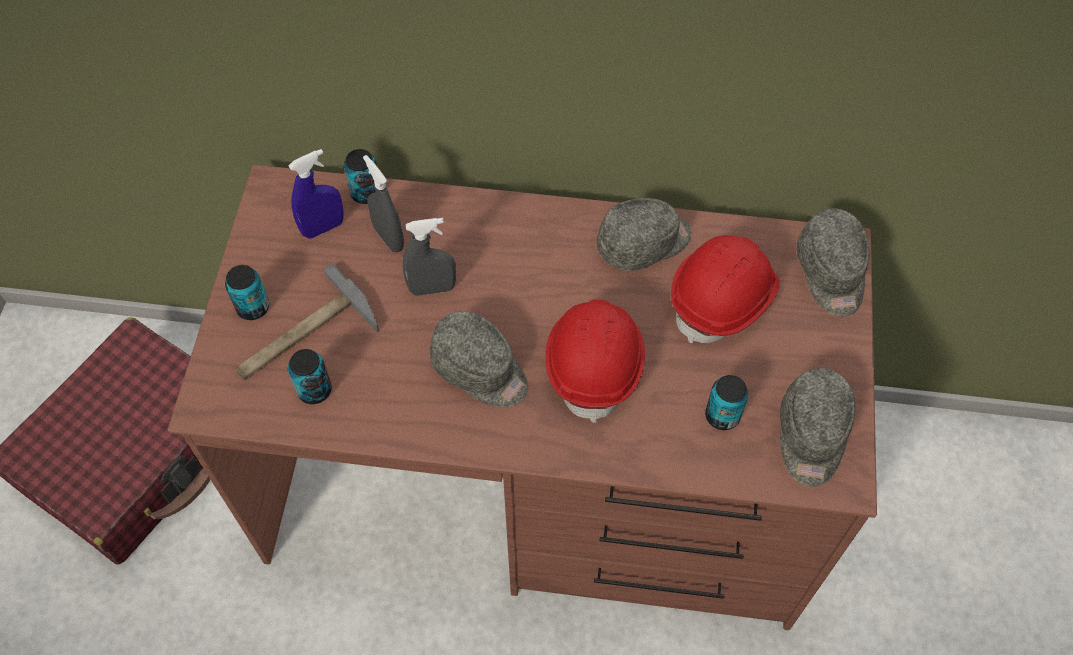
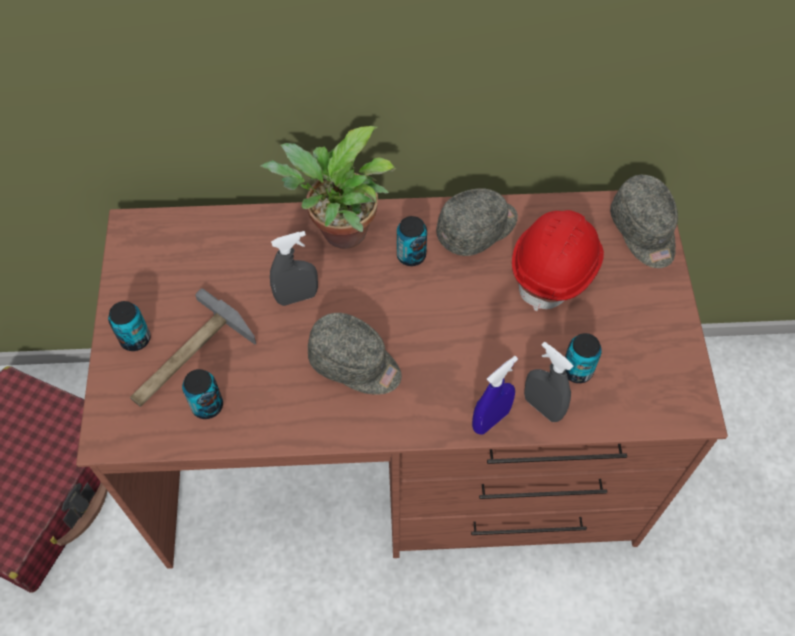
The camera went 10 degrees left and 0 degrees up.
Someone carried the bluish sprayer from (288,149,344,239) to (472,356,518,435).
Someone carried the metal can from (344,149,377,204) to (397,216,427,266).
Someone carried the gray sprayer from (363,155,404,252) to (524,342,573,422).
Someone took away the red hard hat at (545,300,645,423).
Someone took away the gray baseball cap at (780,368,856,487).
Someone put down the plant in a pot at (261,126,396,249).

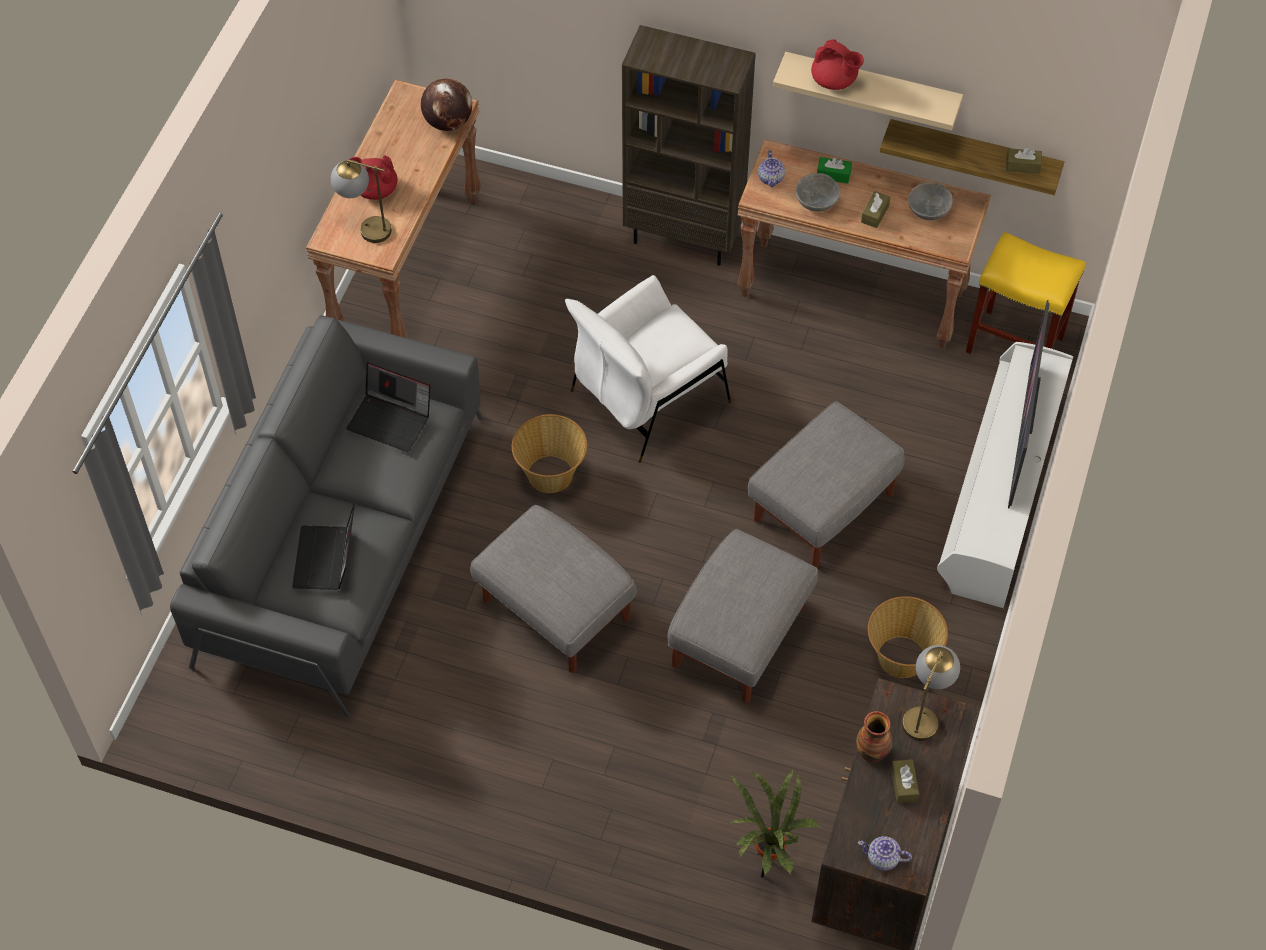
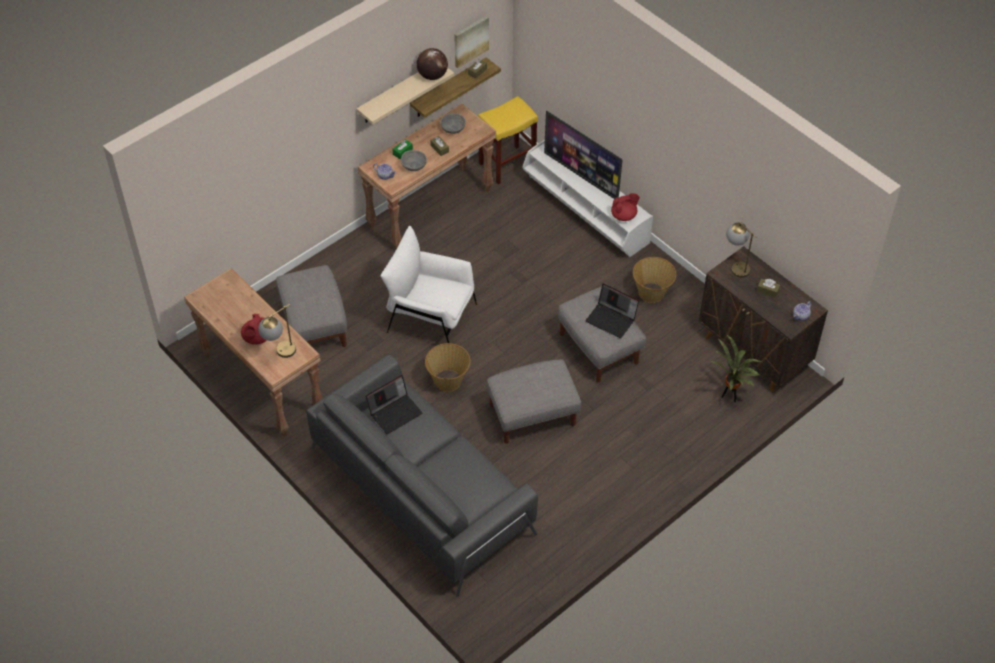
The camera went 60 degrees left and 5 degrees down.
Someone took away the brown-coloured bookshelf at (622,25,756,266).
Someone carried the red tea pot from (811,40,864,90) to (611,193,640,221).
Someone carried the globe from (421,78,473,131) to (417,48,448,80).
Someone rotated the white-coloured easy chair at (565,275,731,463) by 120 degrees clockwise.
Someone carried the gray pouffe from (748,401,905,567) to (276,265,347,347).
Someone carried the laptop from (292,504,355,590) to (585,284,639,338).
Someone took away the flower vase at (856,711,892,762).
Someone put up the wall art at (454,16,489,68).

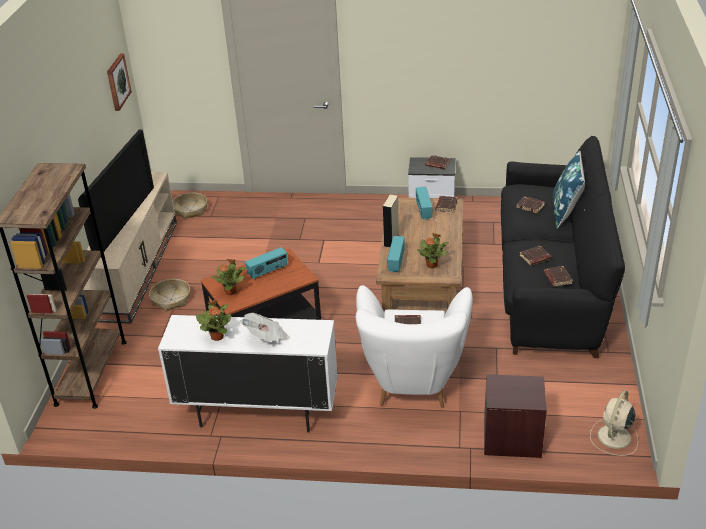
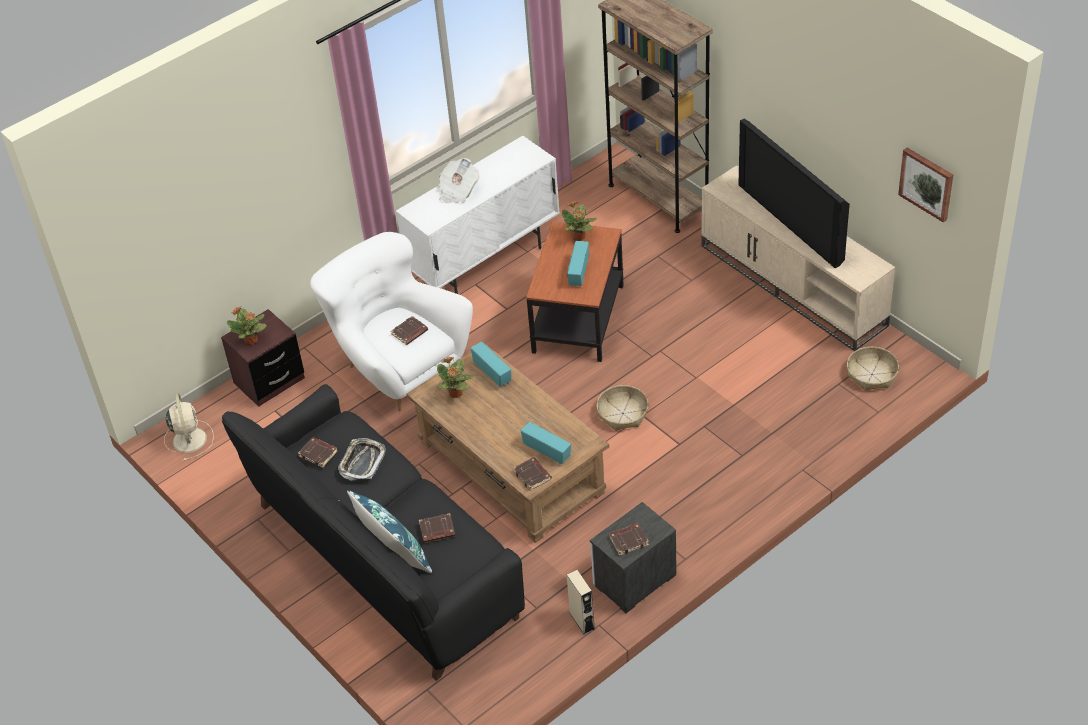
The camera went 135 degrees right and 10 degrees up.
Someone carried the beige-coloured speaker from (383,195,399,247) to (566,570,595,635).
Someone swapped the brown-coloured volume at (519,246,552,266) for the tray at (338,438,386,481).
Someone carried the household basket from (149,279,190,311) to (597,385,649,431).
Someone carried the plant in a pot from (196,300,231,341) to (227,306,267,345).

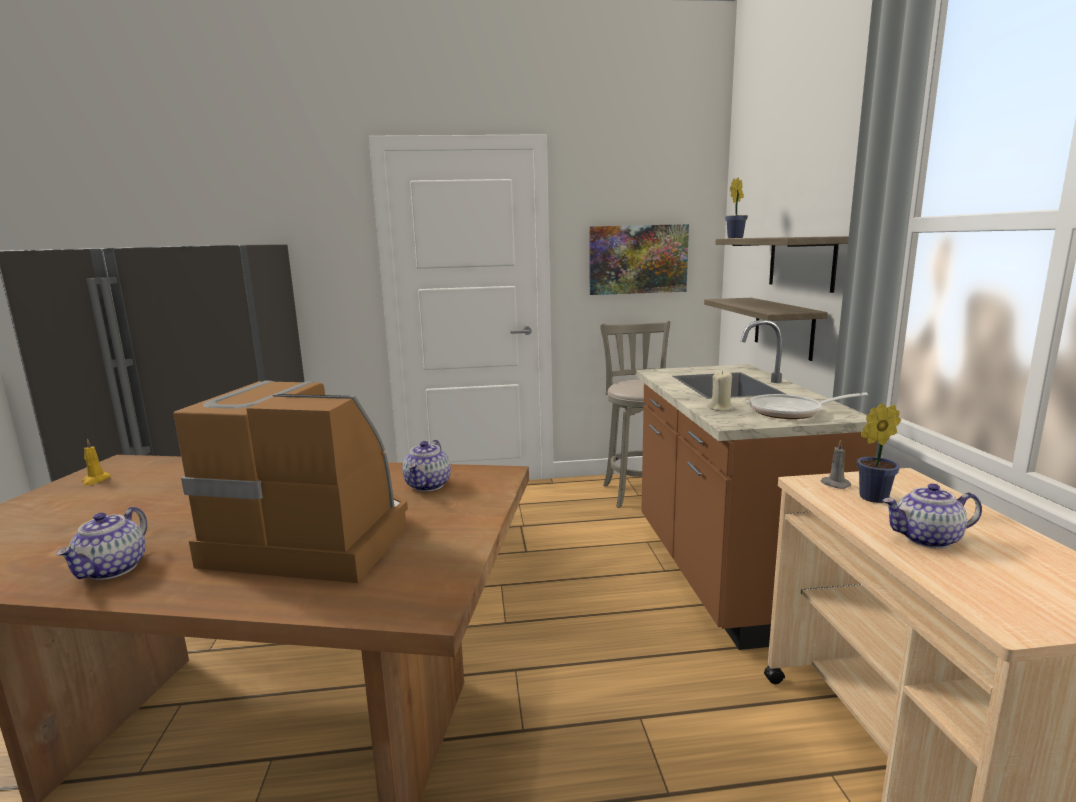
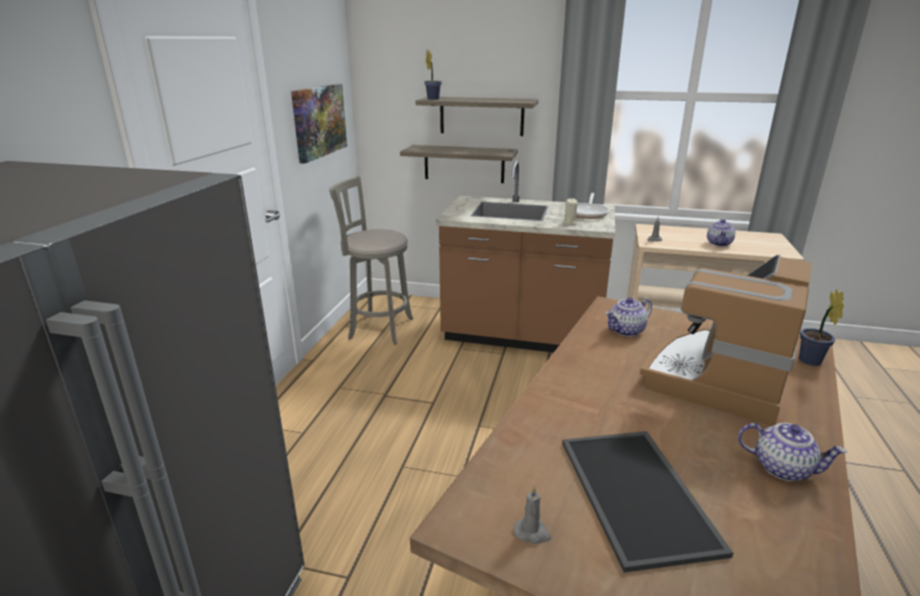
The camera went 70 degrees left and 10 degrees up.
Someone carried the plant in a pot from (857,403,901,503) to (799,289,844,366).
Someone repainted the yellow wax candle at (82,439,111,485), which became the gray wax candle at (513,485,551,544).
Someone rotated the tea pot at (402,440,451,491) by 120 degrees clockwise.
Someone put down the tray at (562,431,733,573).

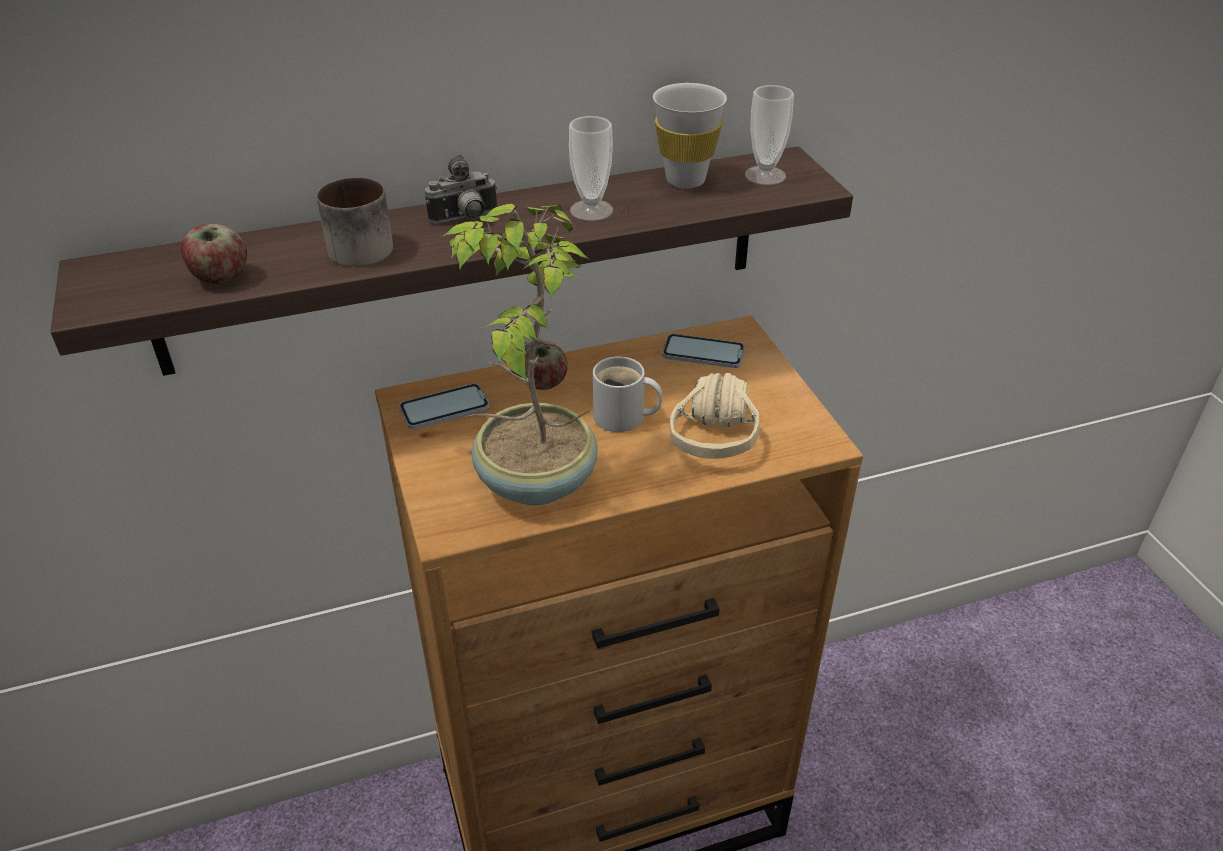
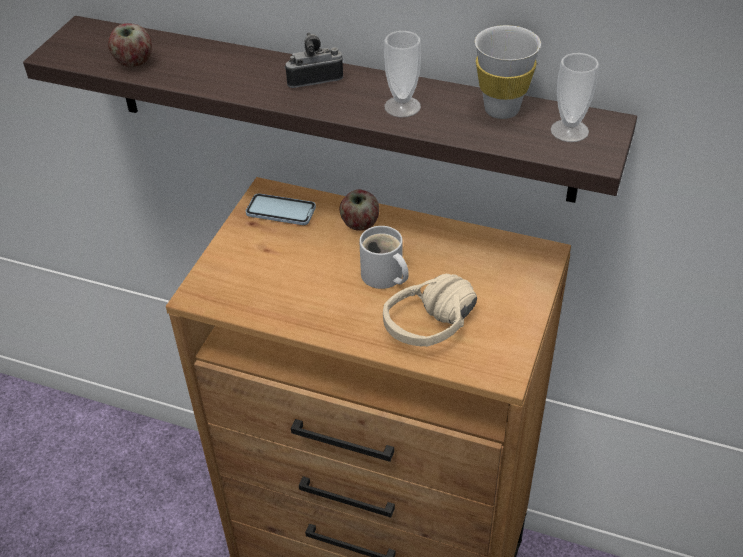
The camera went 40 degrees right and 5 degrees up.
Someone rotated the still camera at (425,155,497,223) by 150 degrees clockwise.
Someone took away the mug at (317,177,393,267).
Someone took away the plant in a pot at (441,204,598,505).
Someone took away the telephone at (662,334,745,368).

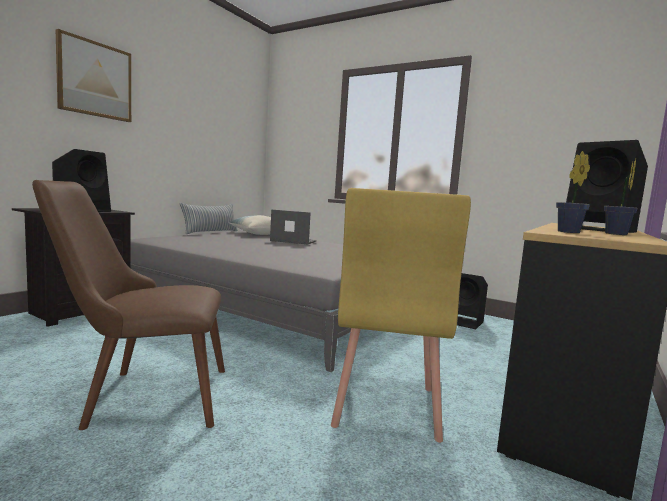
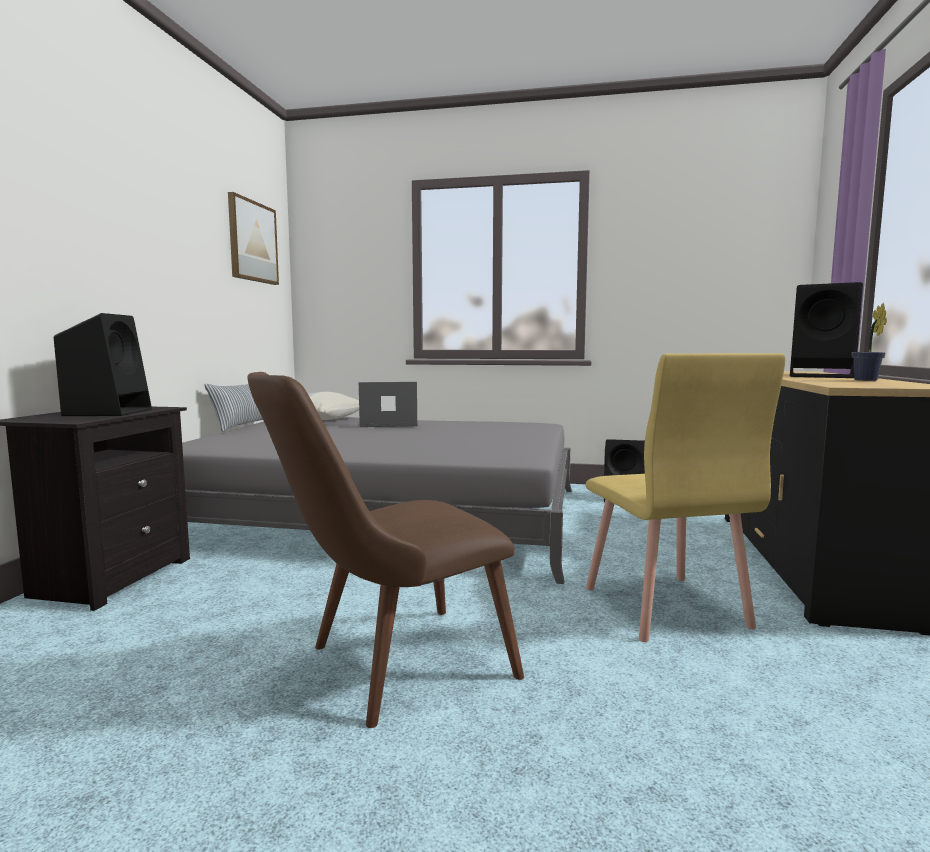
The camera went 20 degrees left and 0 degrees up.
Someone carried the wall art from (56,29,131,122) to (228,192,279,285).
Someone took away the plant in a pot at (556,151,590,233).

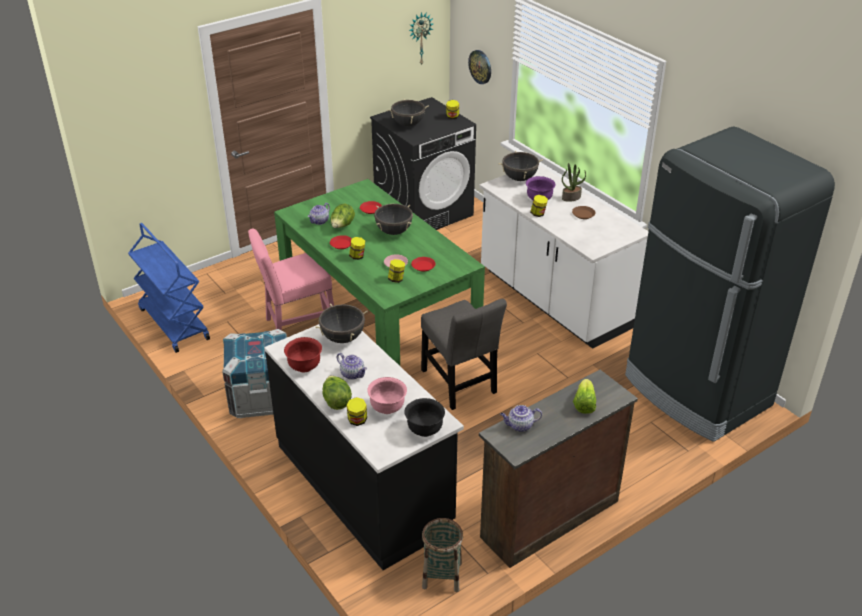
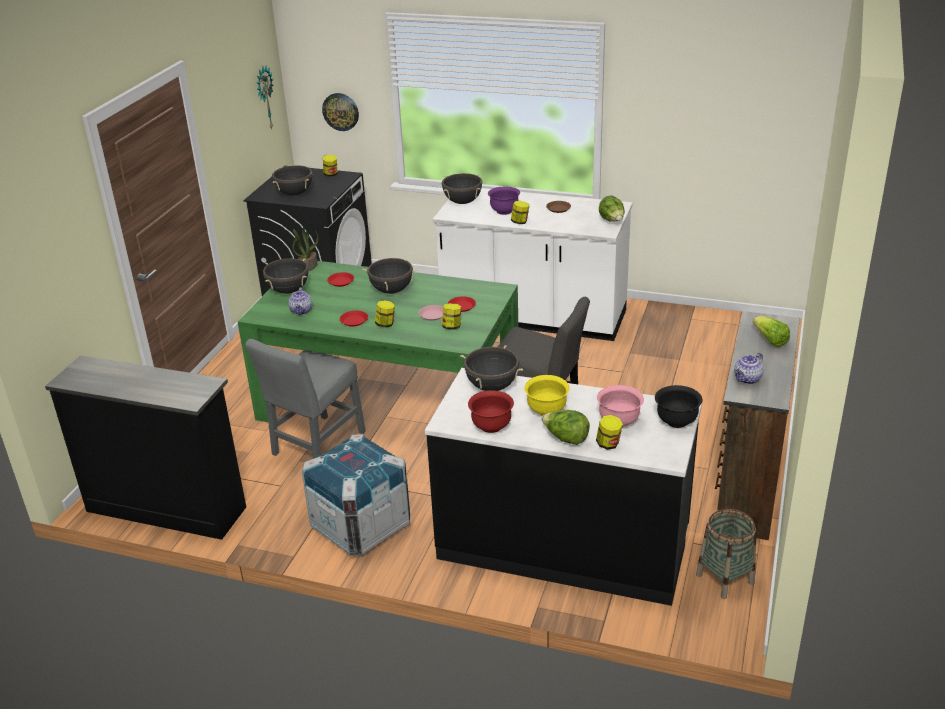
The camera went 35 degrees left and 5 degrees down.
Someone took away the blackish refrigerator at (625,126,835,442).
Someone carried the plant in a pot from (562,163,586,202) to (292,227,318,271).
Someone carried the head of lettuce from (331,204,355,228) to (599,196,625,222).
Someone swapped the bluish cart at (128,223,210,353) for the blackish drawer chest at (45,355,246,540).
Someone repainted the pink upright chair at (248,228,334,330), which became the gray upright chair at (245,339,366,459).
Someone swapped the tea pot at (337,353,367,380) for the yellow serving bowl at (524,375,569,416).
Someone put down the blackish stockpot at (263,258,309,294).

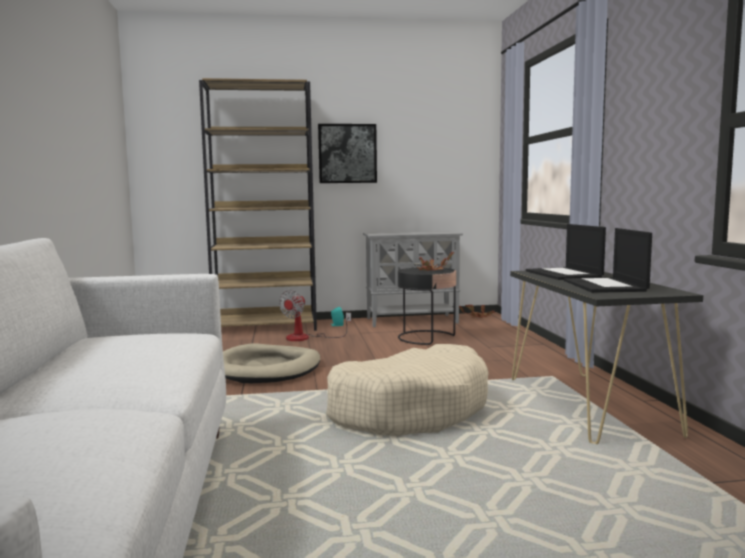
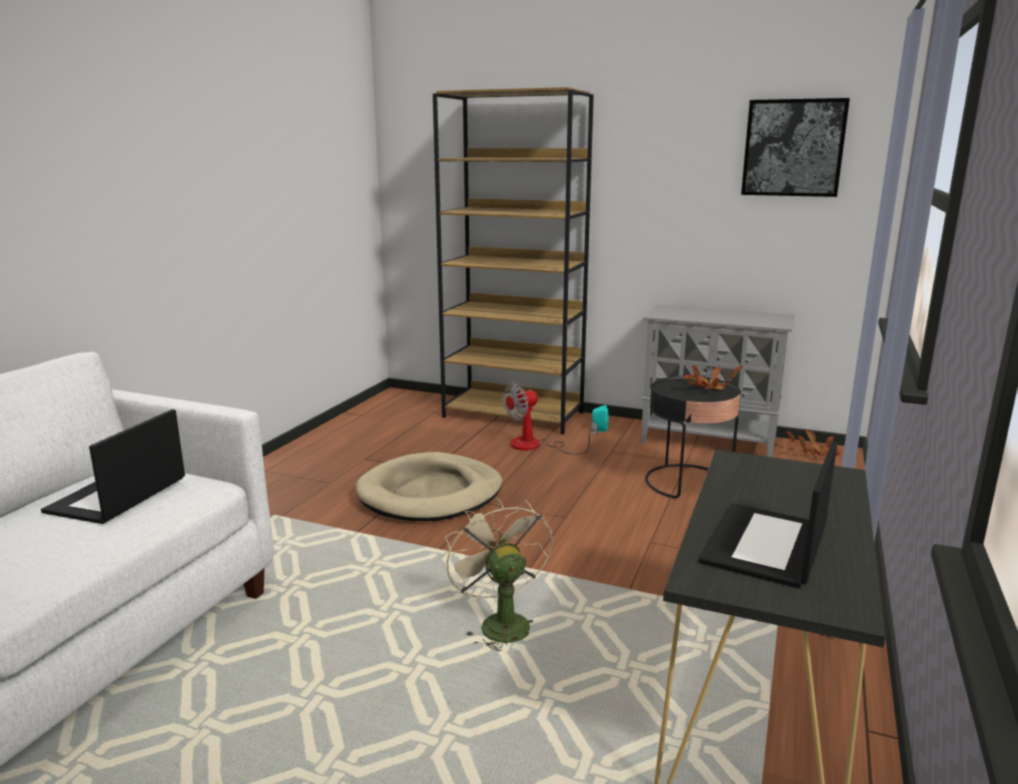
The camera went 30 degrees right and 10 degrees up.
Someone carried the wall art from (318,124,377,183) to (741,98,850,197).
Someone carried the laptop from (526,224,606,280) to (41,409,185,524).
Someone swapped the beige-coloured dog bed at (326,344,489,436) for the beige-coloured electric fan at (445,498,553,651).

